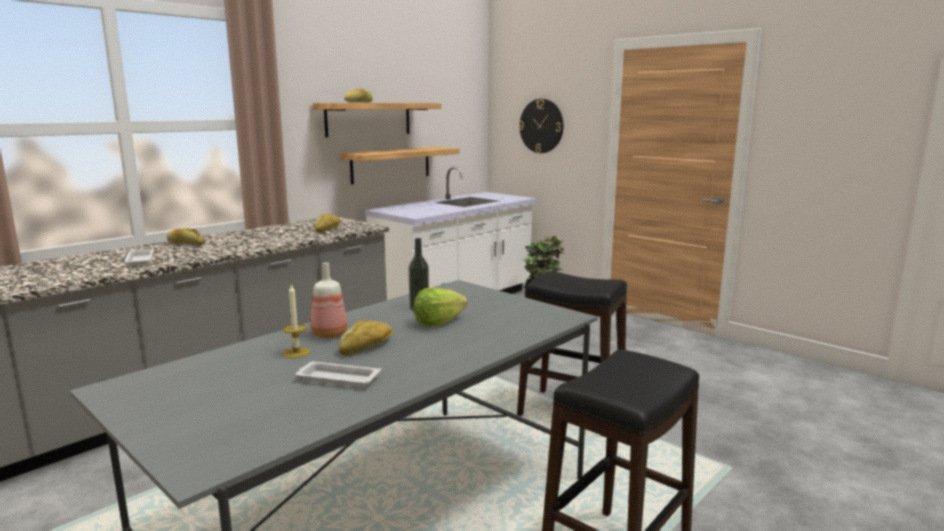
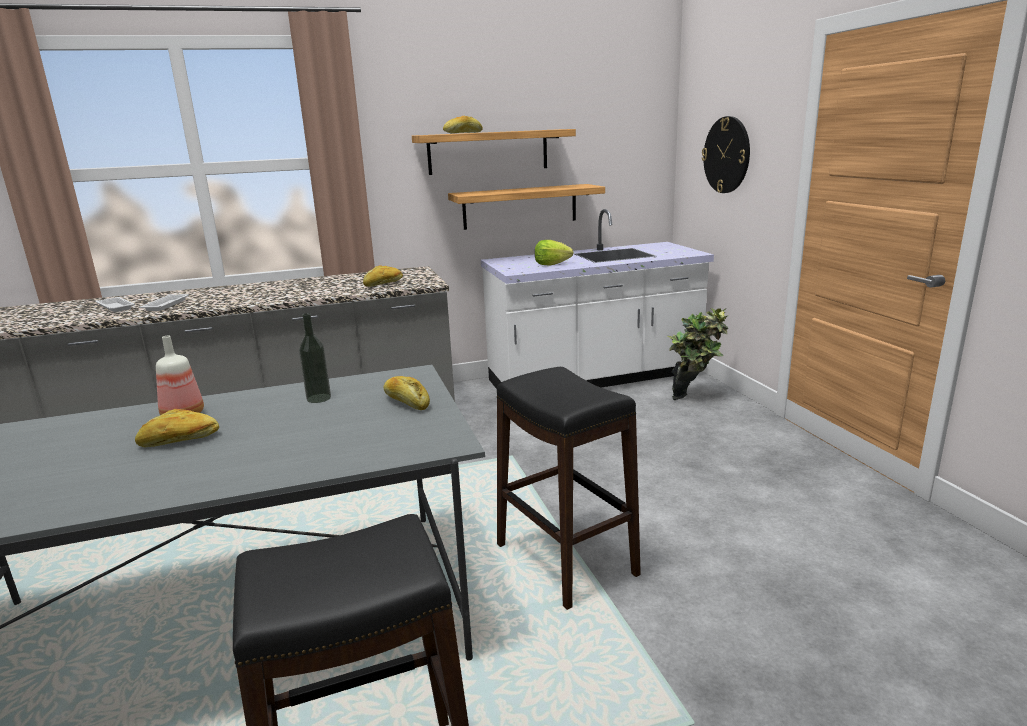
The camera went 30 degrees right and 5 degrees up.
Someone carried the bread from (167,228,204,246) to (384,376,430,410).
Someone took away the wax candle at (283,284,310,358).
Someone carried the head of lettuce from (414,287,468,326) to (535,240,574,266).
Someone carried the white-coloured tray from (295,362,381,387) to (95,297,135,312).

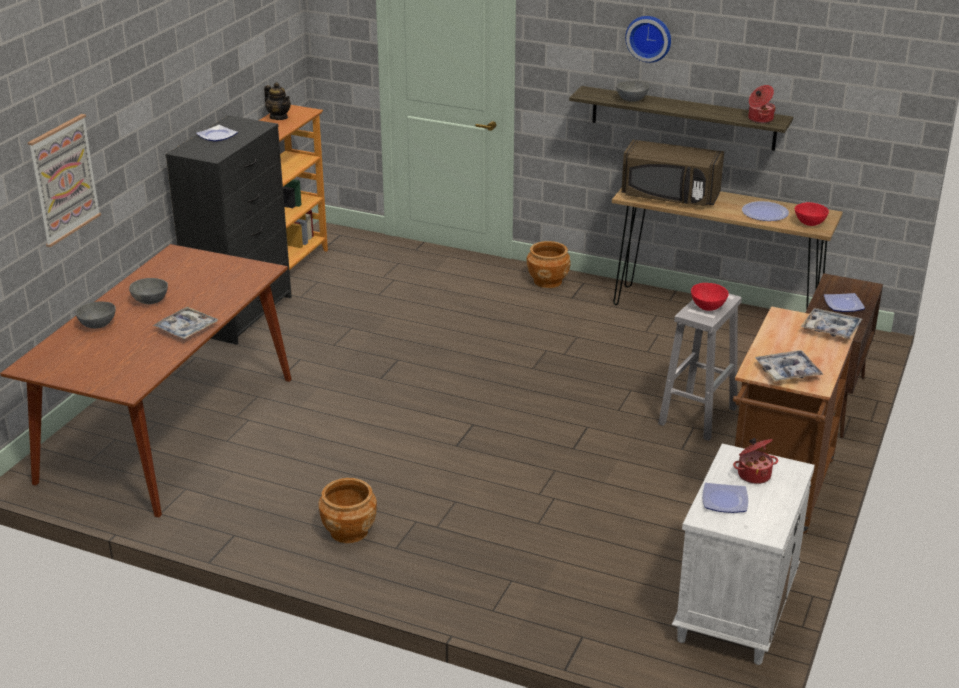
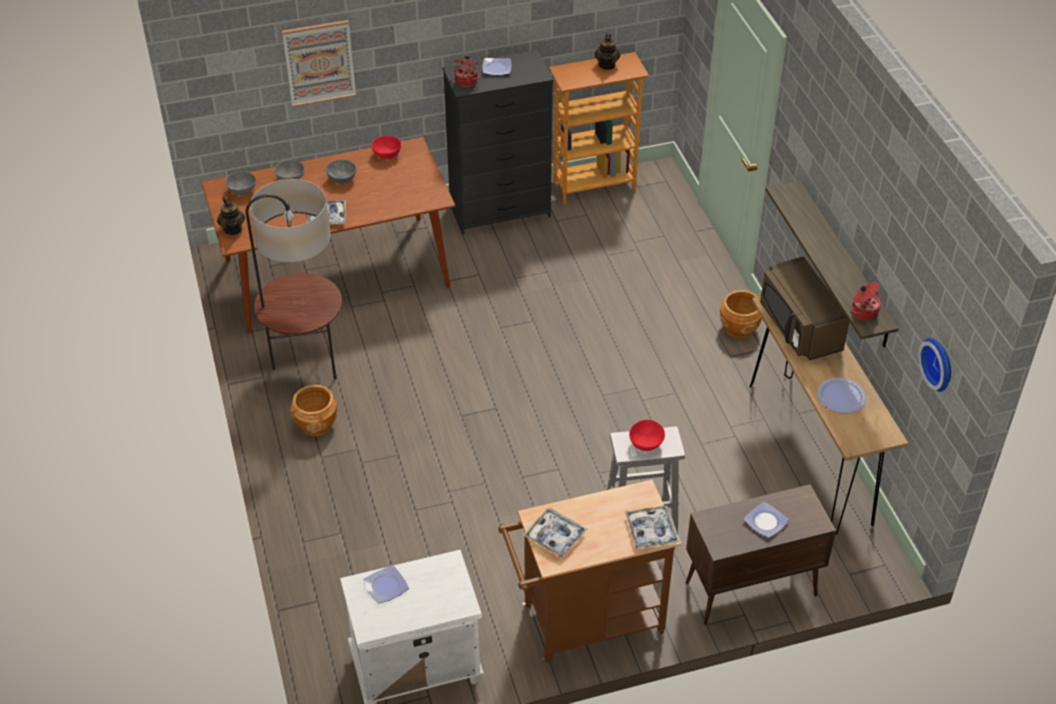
The camera went 50 degrees right and 15 degrees up.
Someone carried the hanging clock from (625,16,671,63) to (918,338,951,392).
Someone carried the gray serving bowl from (616,80,650,102) to (225,172,256,195).
Someone carried the red serving bowl from (795,202,829,226) to (371,136,401,159).
Someone carried the stockpot from (733,438,778,484) to (452,56,480,87).
Someone put down the floor lamp at (245,179,342,380).
Someone put down the tea pot at (217,196,245,235).

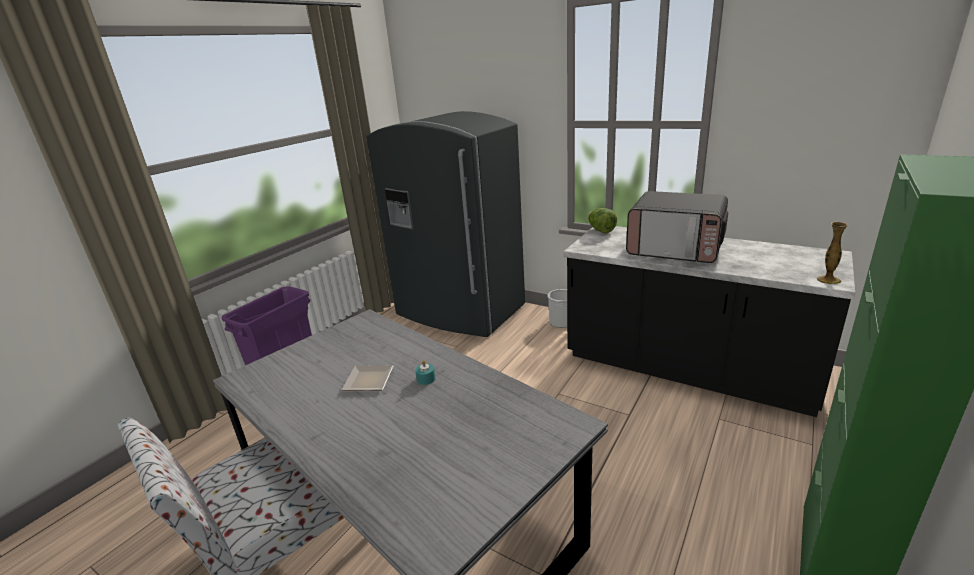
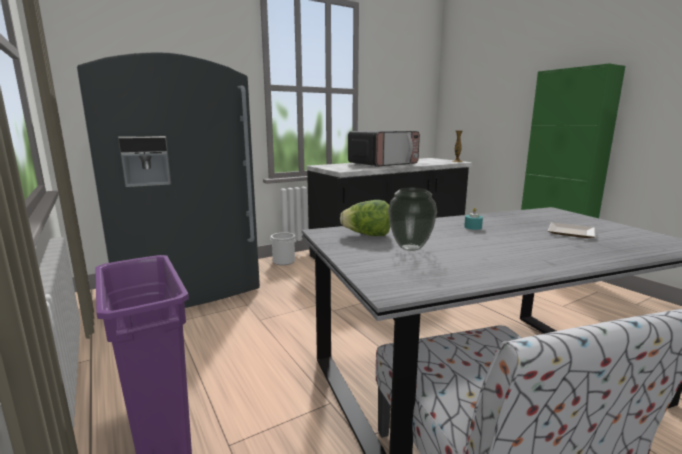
The camera went 65 degrees left and 10 degrees down.
Someone carried the head of lettuce from (588,208,617,233) to (340,200,390,236).
Someone carried the dinner plate from (341,366,393,391) to (548,222,595,238).
Someone put down the flower vase at (388,188,437,251).

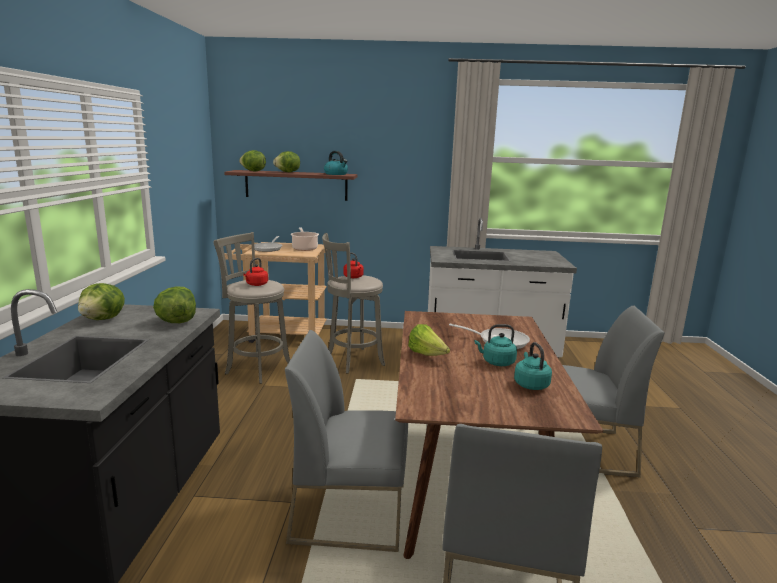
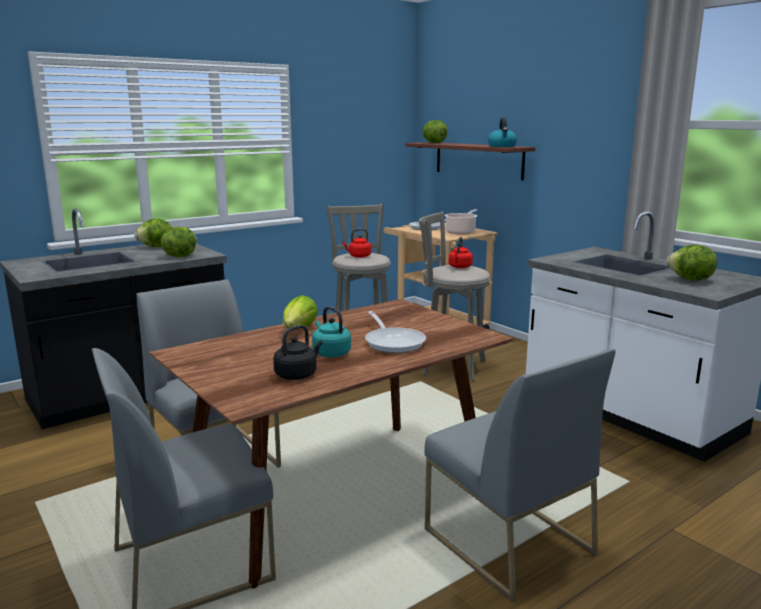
The camera went 50 degrees right and 0 degrees up.
Someone carried the head of lettuce from (273,151,300,172) to (666,245,717,281).
Someone repainted the blue-green tea kettle at (514,342,552,390), which became the blackish tea kettle at (273,325,323,380).

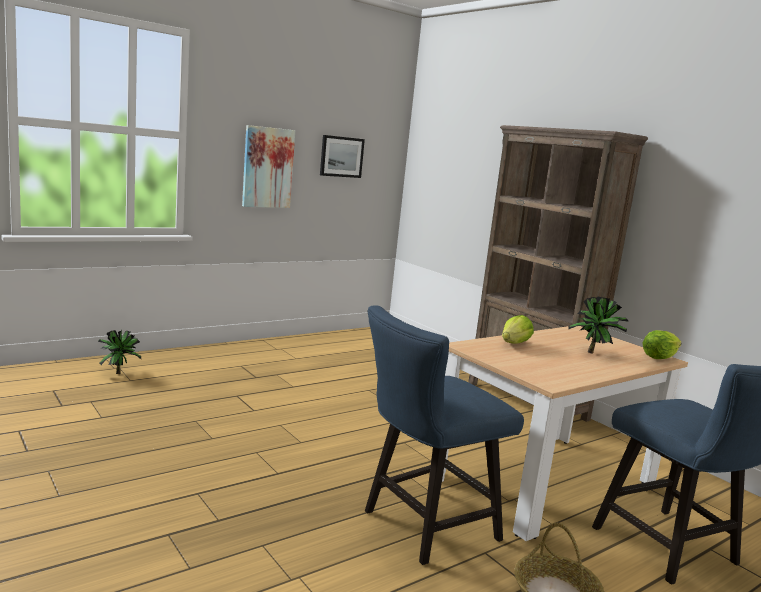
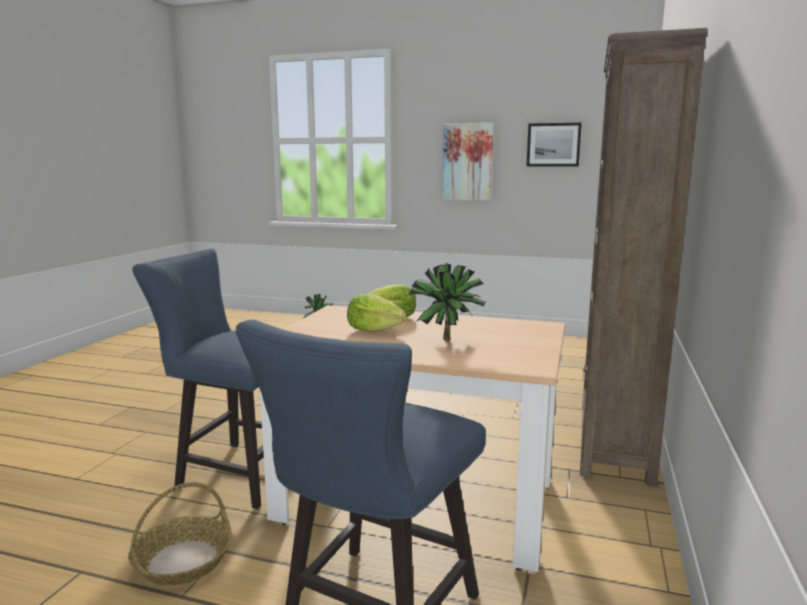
The camera went 55 degrees right and 0 degrees up.
Someone carried the head of lettuce from (642,330,682,359) to (347,294,406,332).

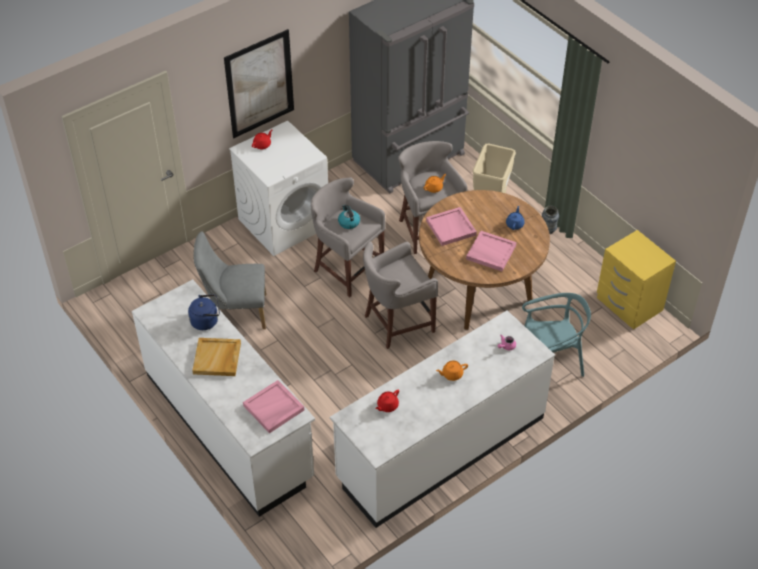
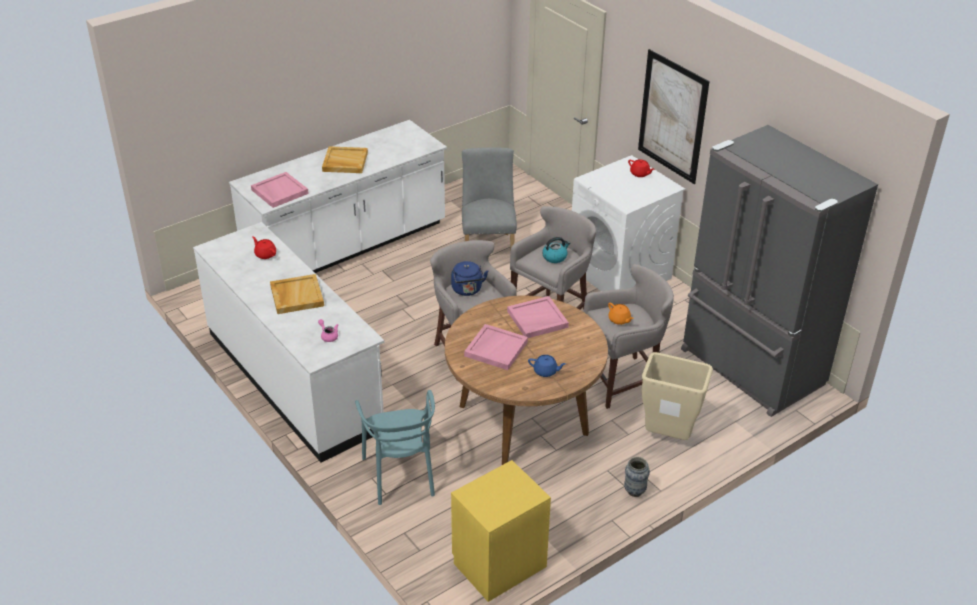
The camera went 90 degrees right and 10 degrees down.
Someone carried the bluish tea kettle from (188,294,220,330) to (451,261,488,296).
Someone swapped the orangey tea pot at (436,361,468,381) for the beige-coloured tray at (270,274,324,314).

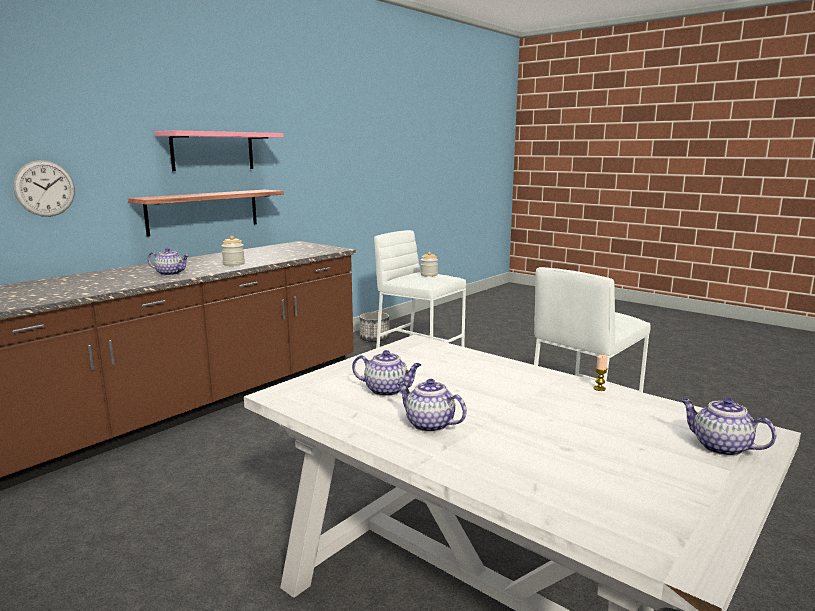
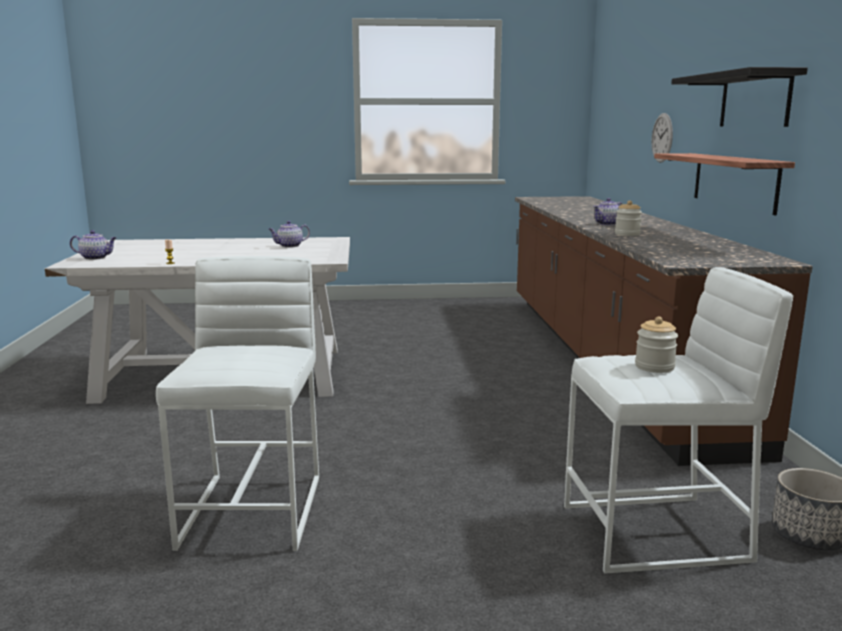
The camera went 135 degrees right and 0 degrees up.
Someone repainted the pink shelf at (154,130,284,171), which became the blackish shelf at (671,67,808,127).
Someone took away the tea pot at (397,379,467,432).

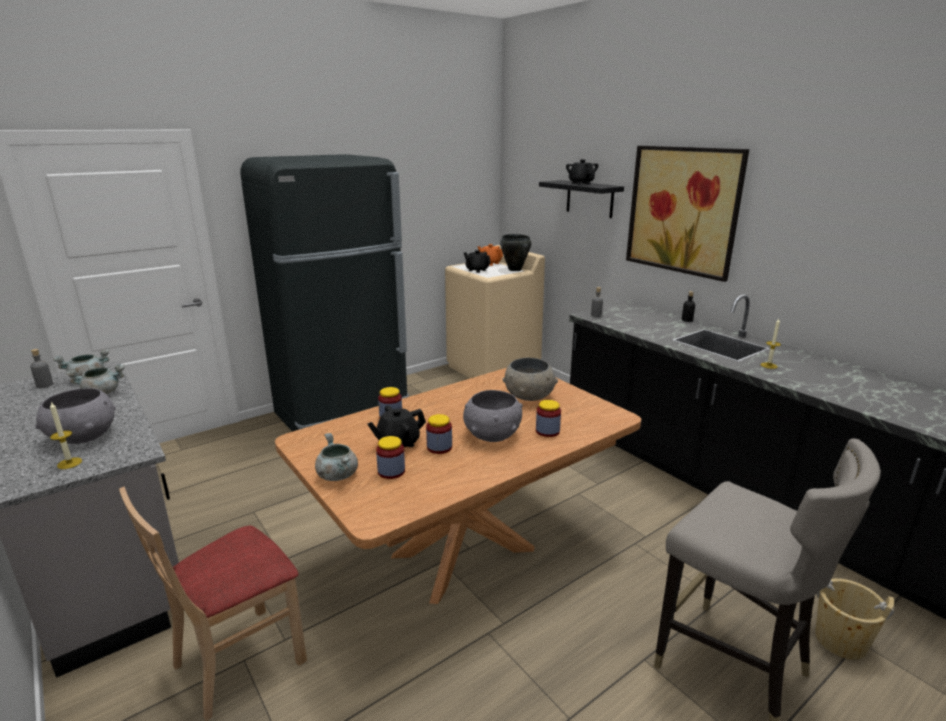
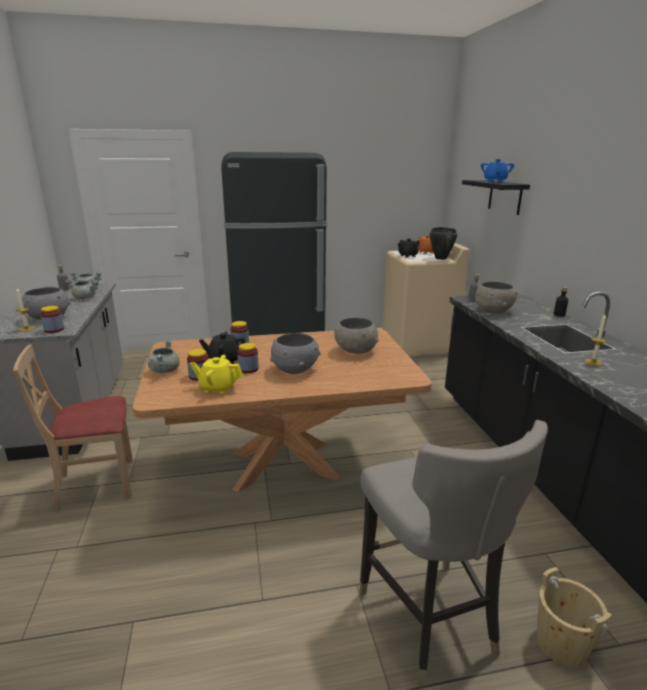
The camera went 25 degrees right and 0 degrees up.
Someone took away the wall art at (626,146,749,282).
Someone repainted the blackish tea pot at (566,159,598,185), which became the bluish tea pot at (481,159,514,182).
Someone carried the preserve jar from (536,400,561,437) to (40,306,64,333).
Someone put down the gray serving bowl at (475,282,517,314).
Someone put down the yellow tea pot at (190,355,243,394).

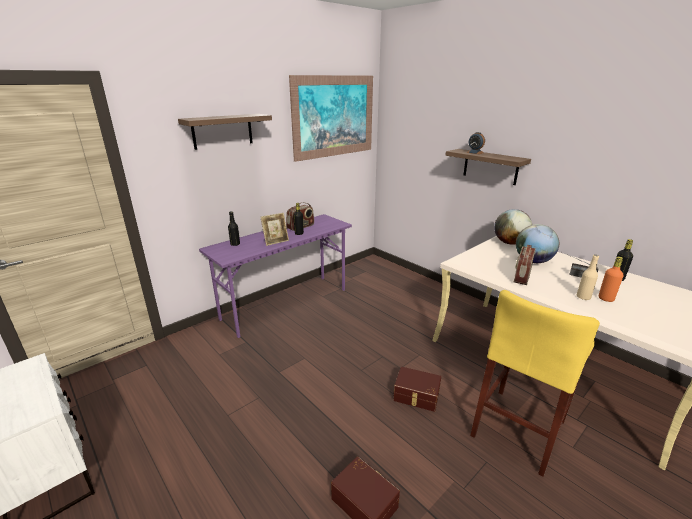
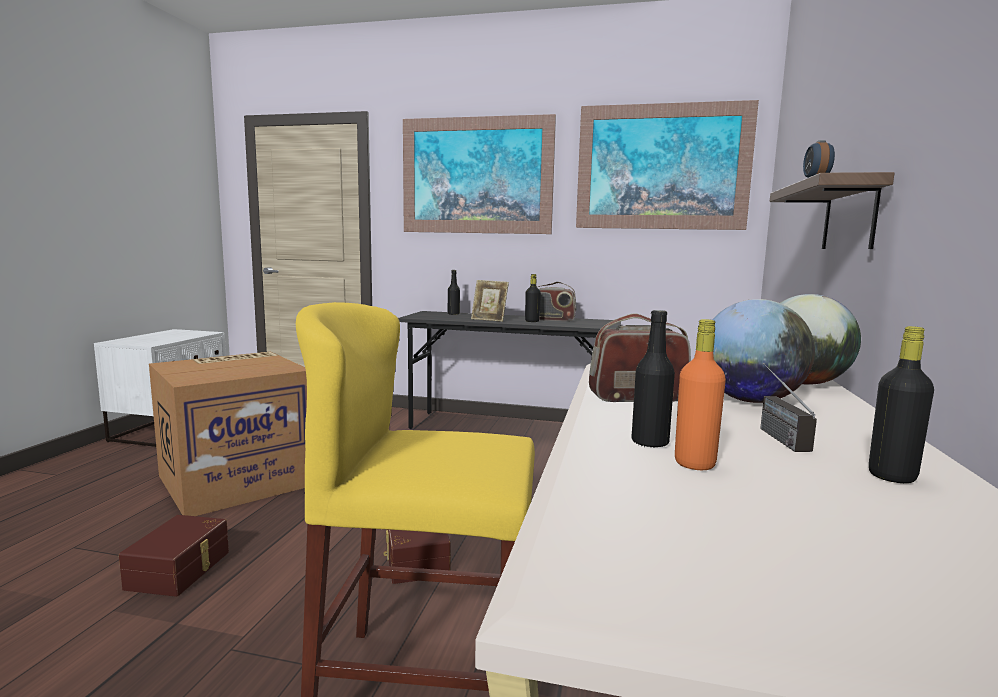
The camera went 55 degrees right and 15 degrees down.
Someone swapped the shelf at (178,114,272,150) for the wall art at (403,114,556,234).
Someone repainted the purple-coloured desk unit at (199,214,352,338), which became the gray desk unit at (398,311,621,429).
Someone repainted the beige-coloured drink bottle at (577,255,599,300), which became the blackish drink bottle at (631,310,675,448).
Someone put down the carton at (149,352,307,516).

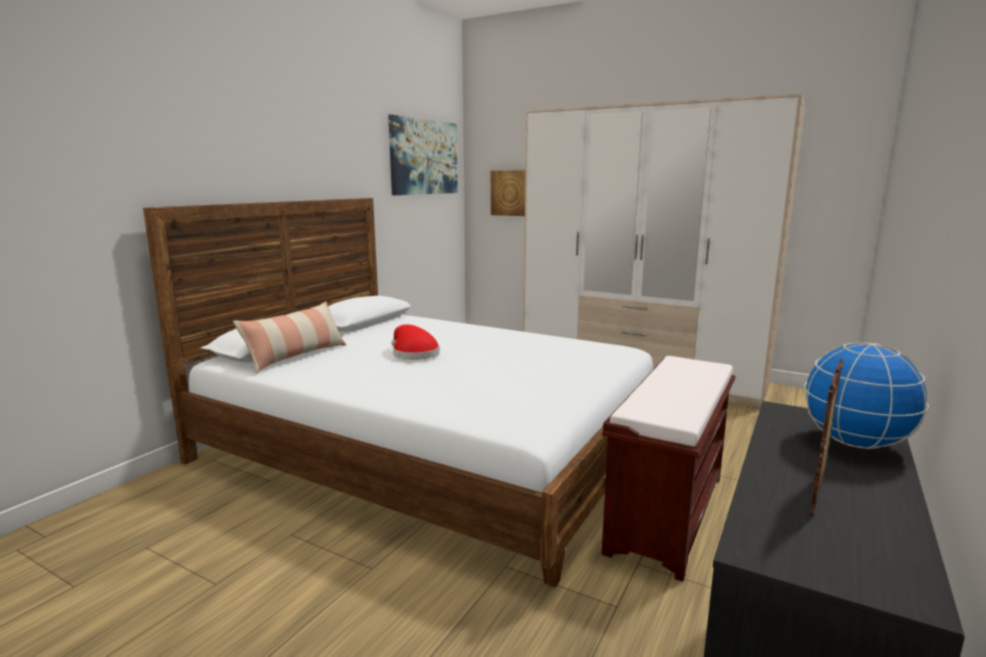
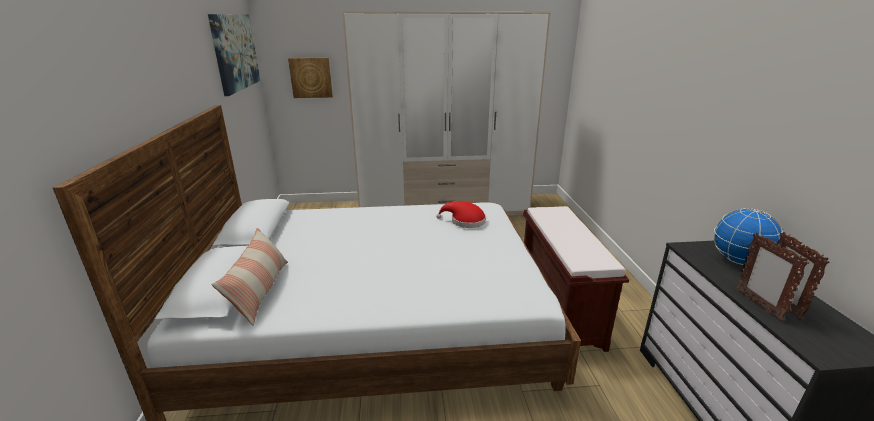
The camera went 35 degrees left and 10 degrees up.
Someone carried the red clothing hat from (391,324,440,360) to (436,201,486,228).
Someone put down the photo frame at (736,233,809,321).

